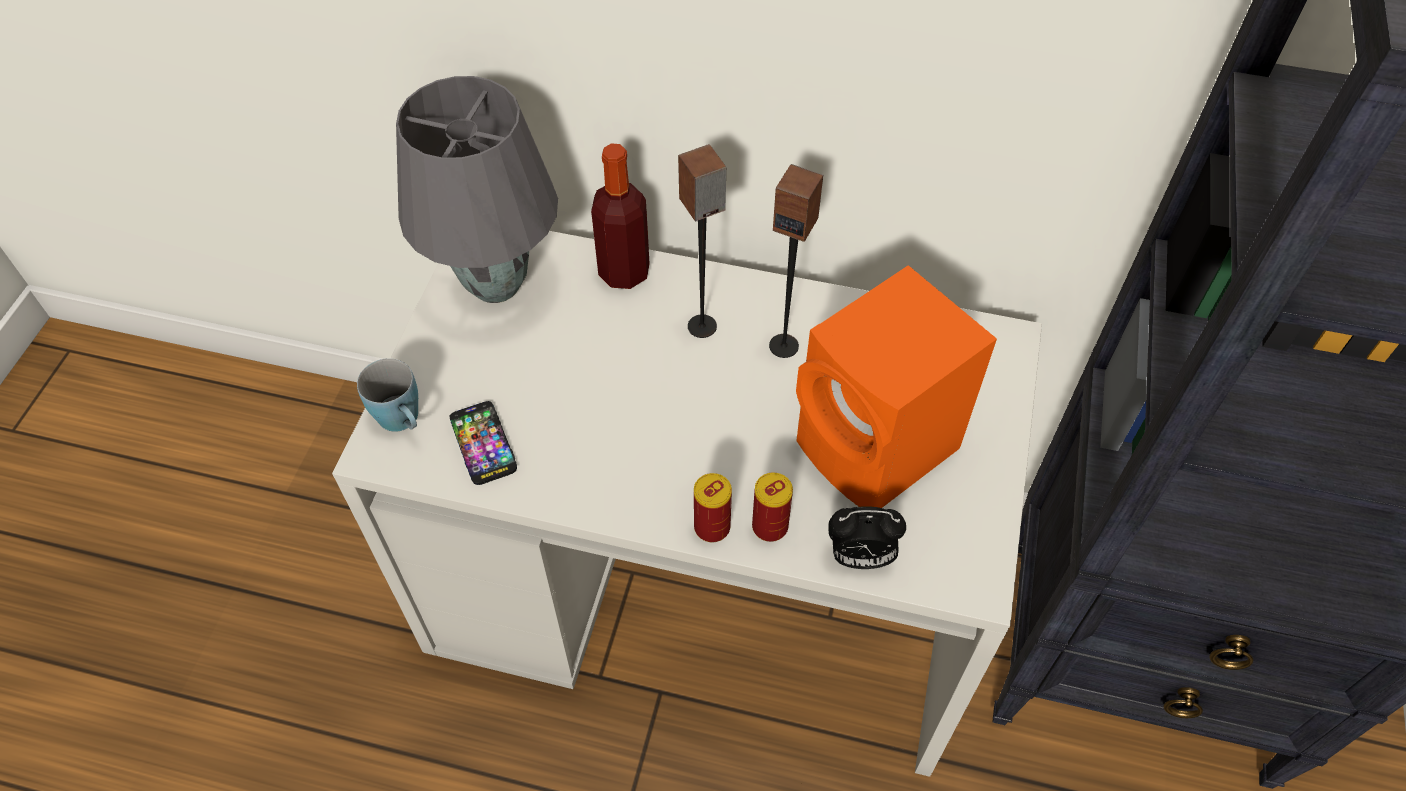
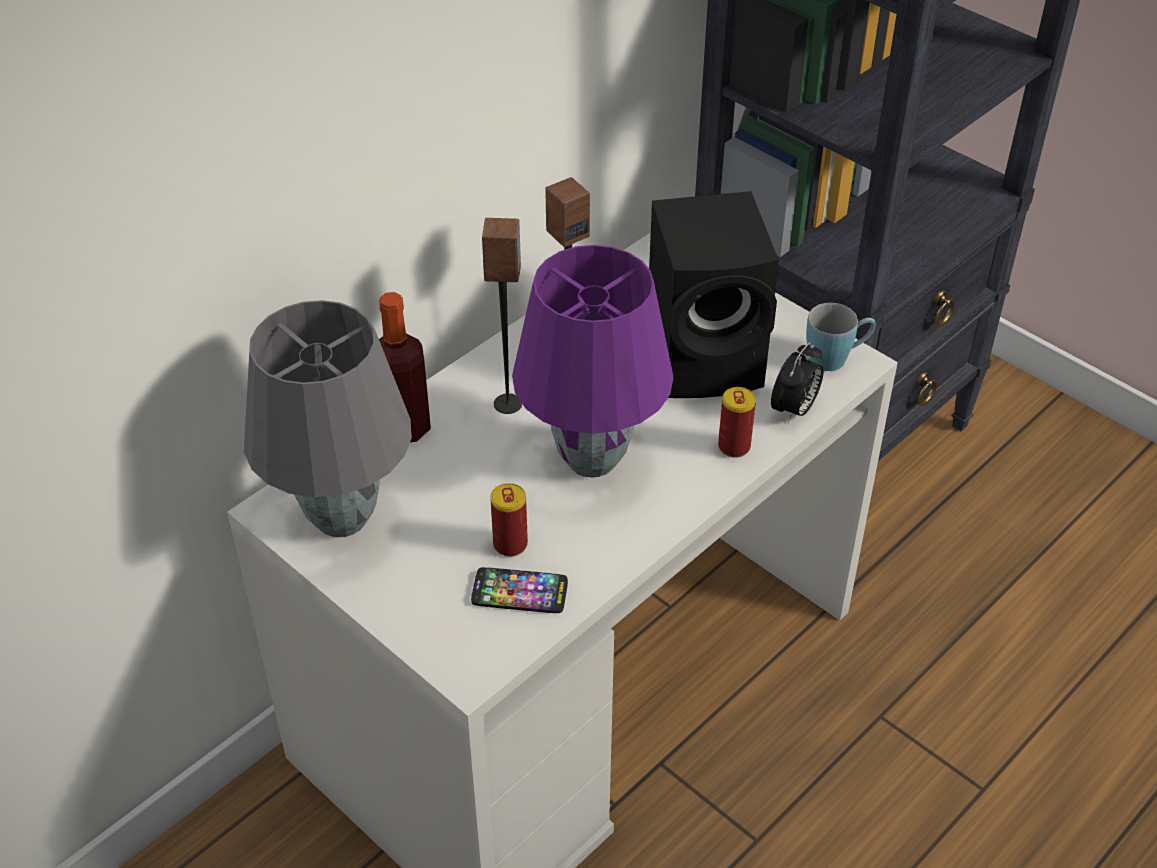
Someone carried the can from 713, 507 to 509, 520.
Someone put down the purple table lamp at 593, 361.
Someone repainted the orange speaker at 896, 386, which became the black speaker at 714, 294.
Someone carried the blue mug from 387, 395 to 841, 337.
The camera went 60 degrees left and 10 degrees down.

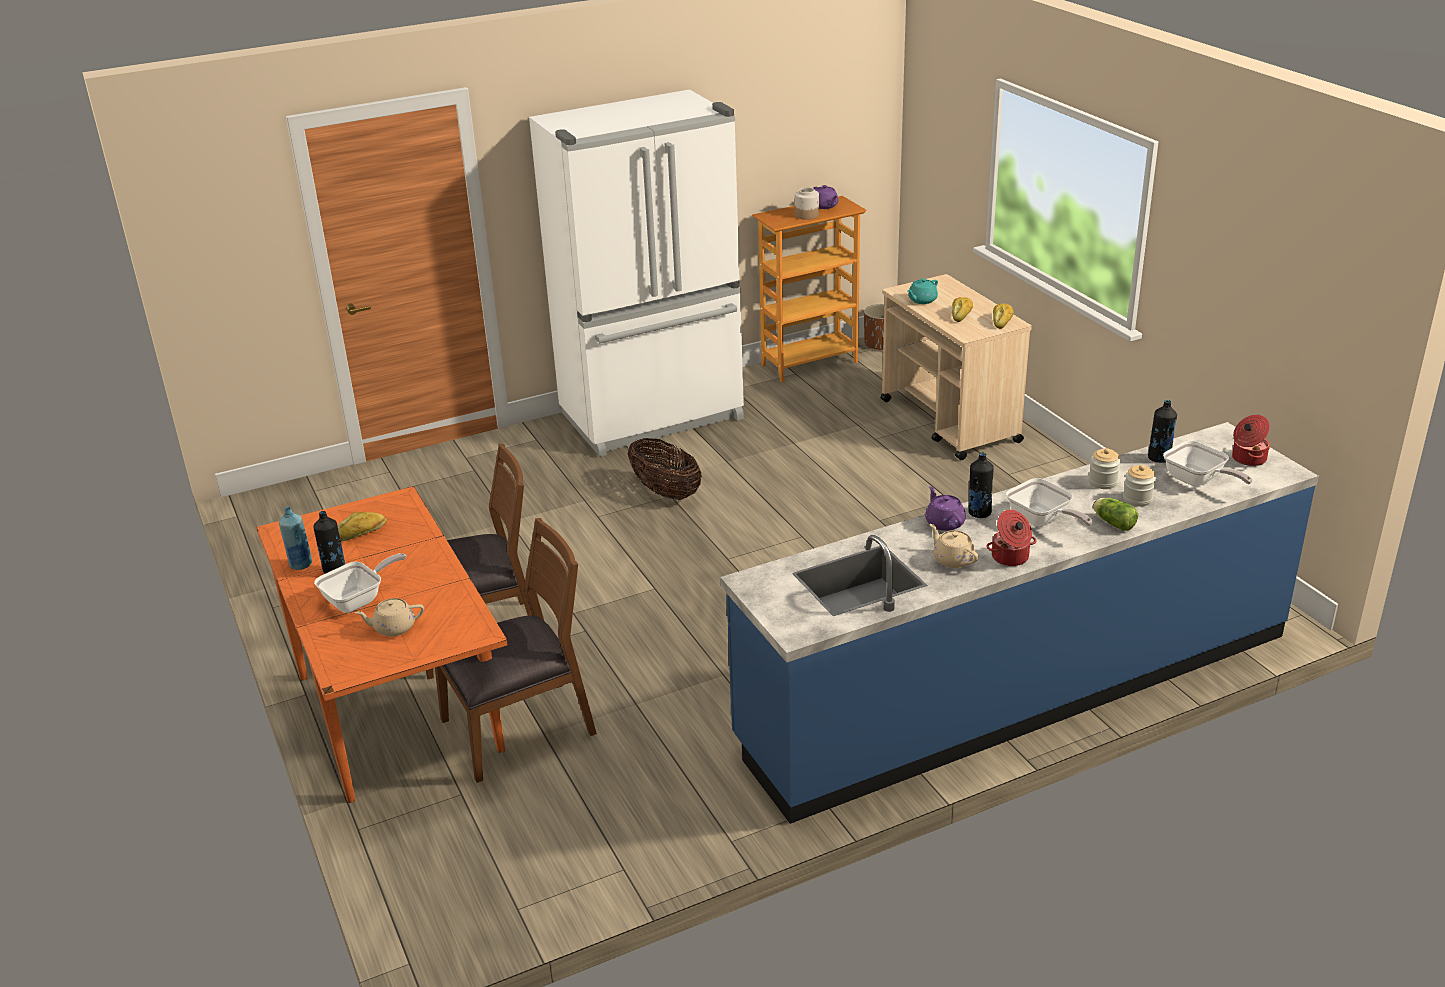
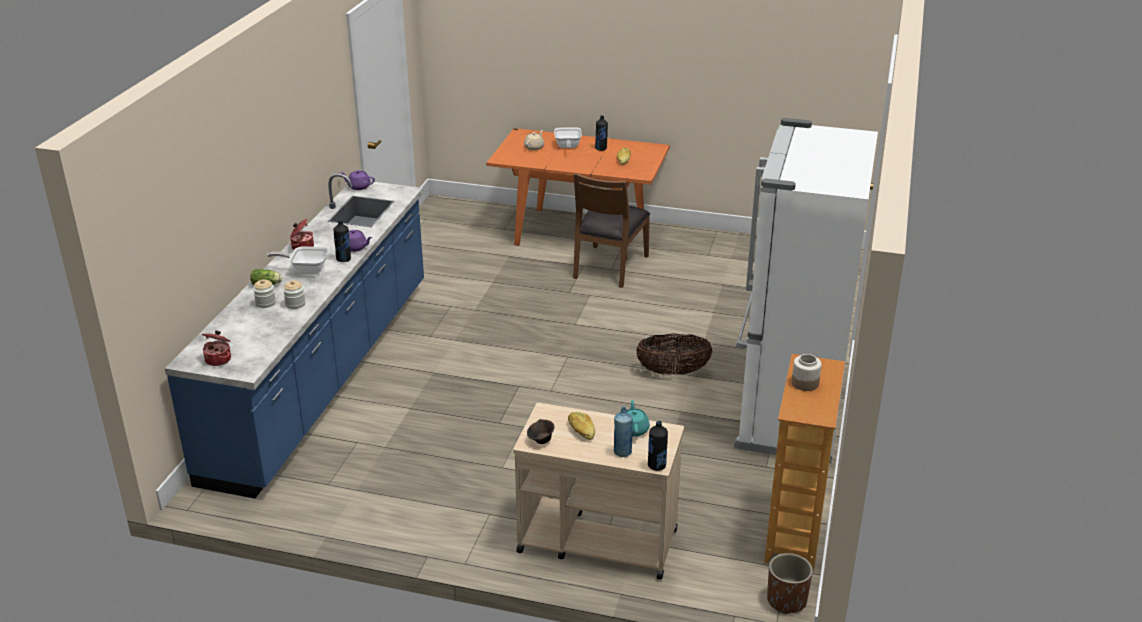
Someone carried the purple teapot from 825, 197 to 357, 180.
Someone swapped the bread at 1003, 316 for the brown bowl at 541, 431.
Someone carried the blue bottle from 295, 538 to 623, 432.
Someone carried the black bottle from 1162, 431 to 658, 446.
Someone took away the brown chair at 516, 650.
Someone took away the beige teapot at 954, 546.
Someone took away the frying pan at 1207, 463.
The camera went 130 degrees right and 0 degrees up.

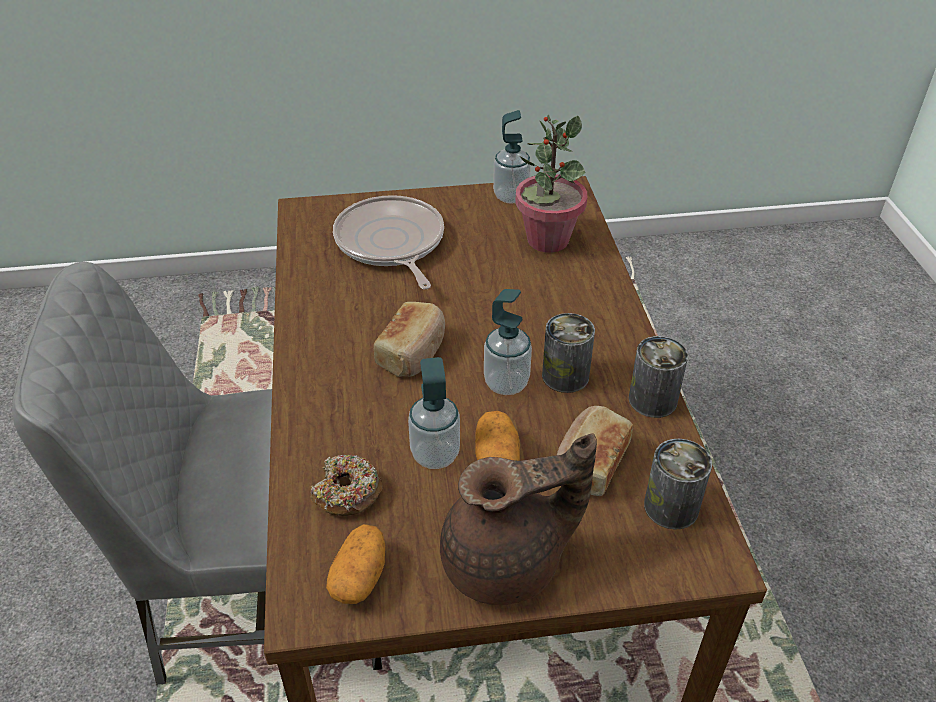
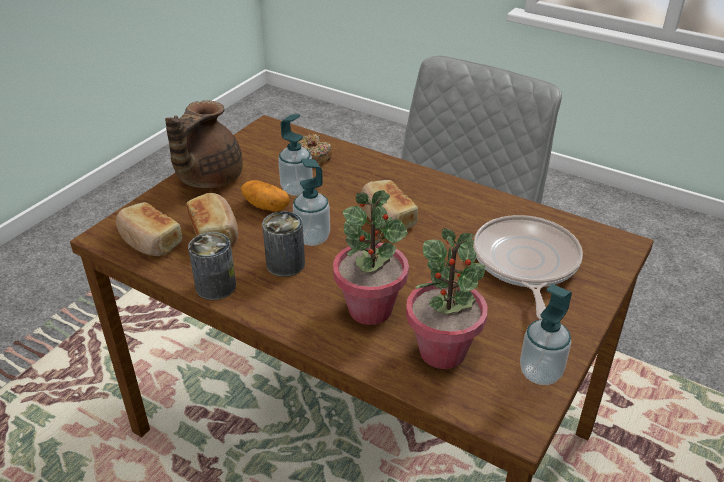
Someone swapped the can at 678, 484 for the bread at 149, 229.
Someone put down the potted plant at 371, 257.
Someone rotated the frying pan at 388, 242 by 105 degrees counterclockwise.
Someone took away the potato at 355, 564.
The camera went 130 degrees right and 5 degrees down.

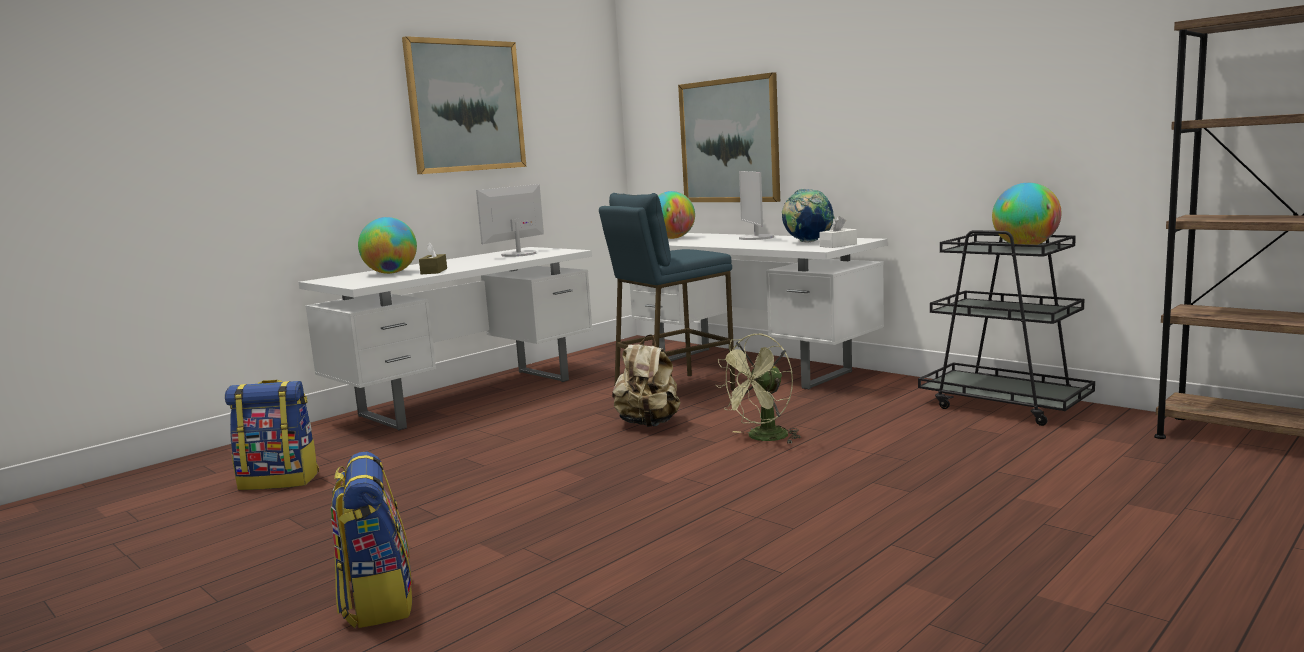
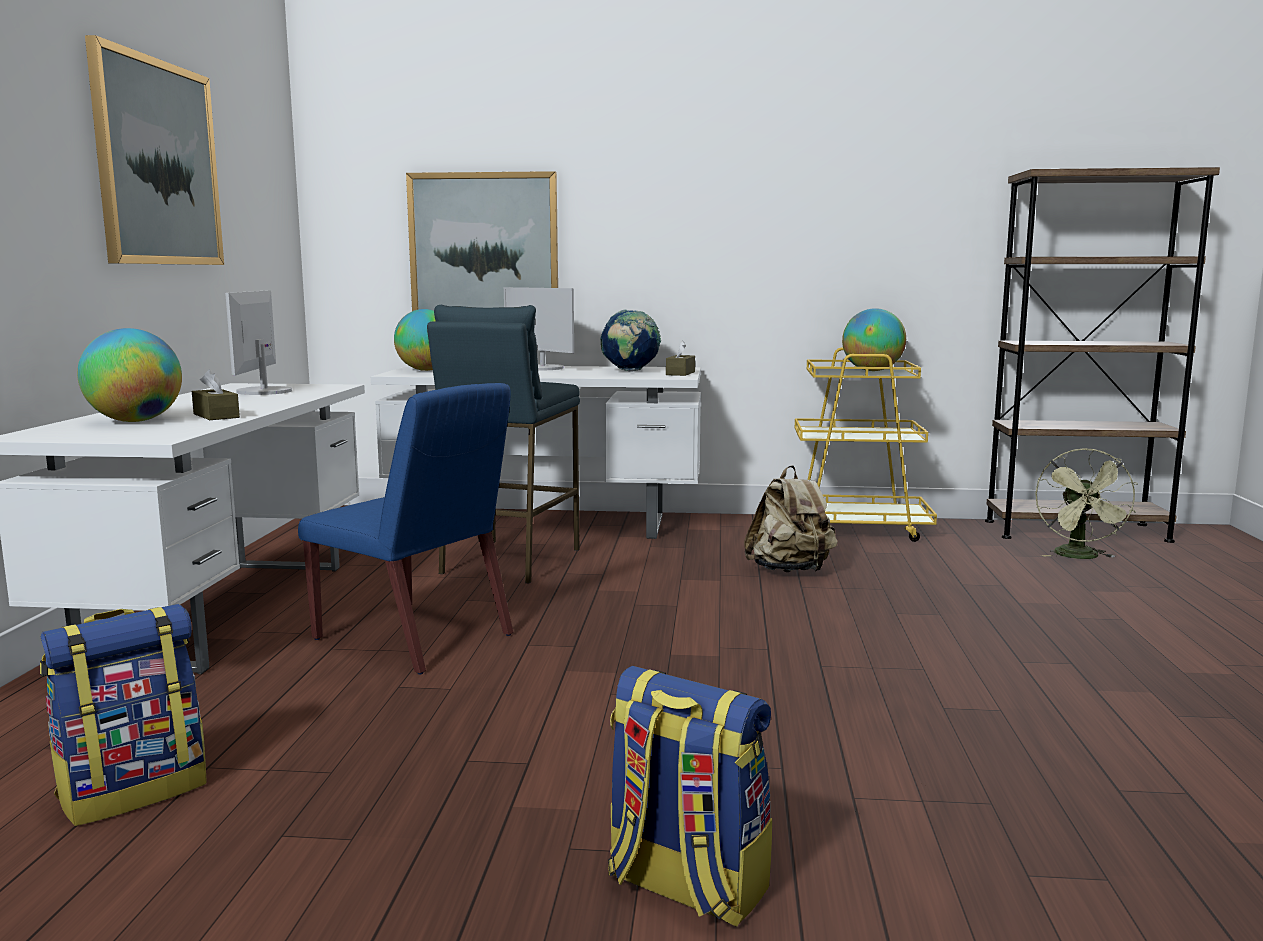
Someone put down the blue chair at 405, 528.
Someone repainted the white tissue box at 838, 232, which became the brown tissue box at 680, 358.
Someone carried the beige backpack from 646, 380 to 791, 518.
Someone repainted the black cart at 1006, 328, which became the yellow cart at 866, 444.
Someone carried the green fan from 758, 388 to 1086, 503.
The camera went 40 degrees left and 0 degrees up.

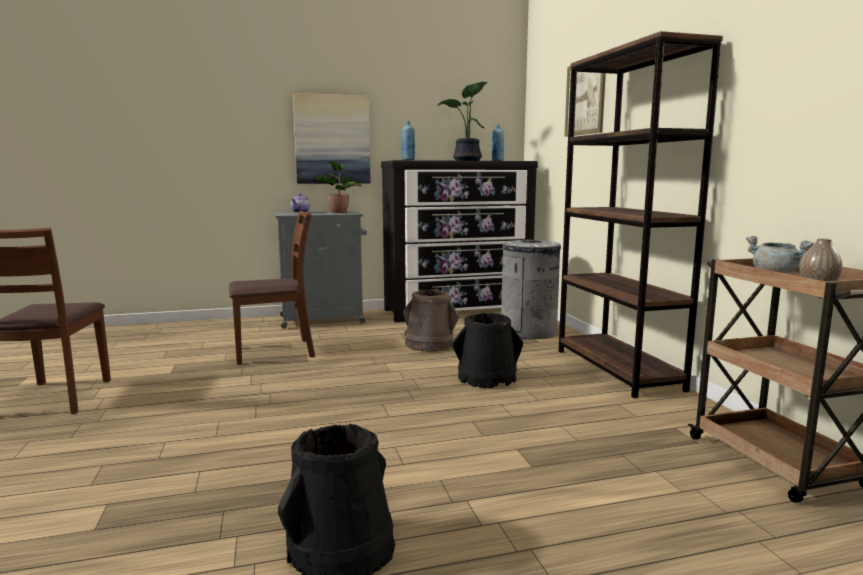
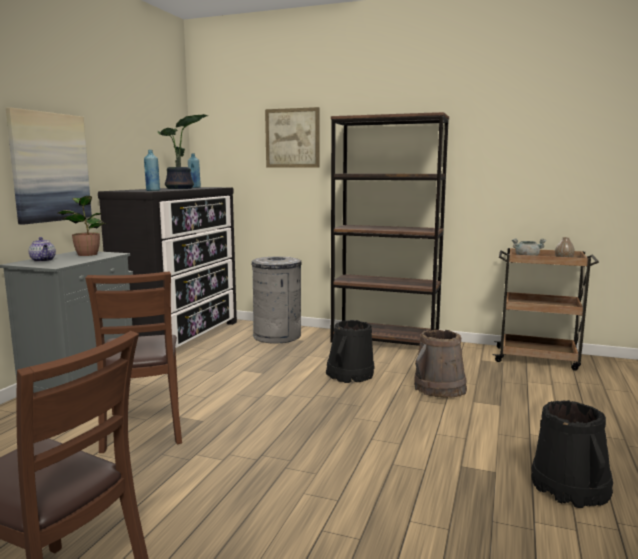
Someone rotated the brown chair at 272, 287 by 150 degrees clockwise.
Someone carried the brown bucket from 431, 320 to 440, 364.
The camera went 55 degrees left and 0 degrees up.

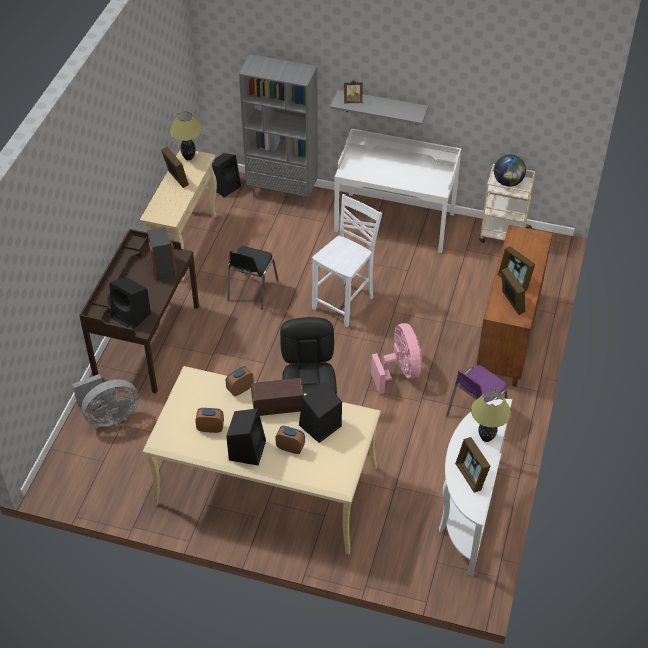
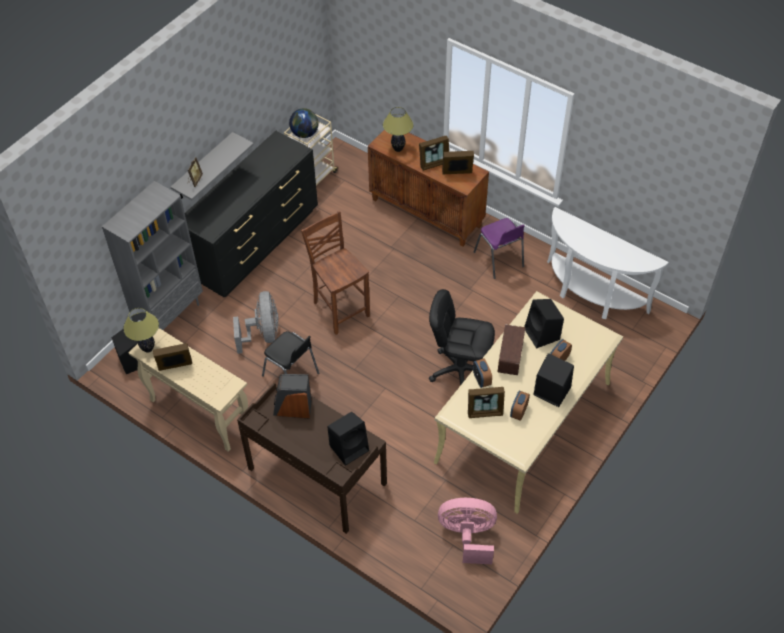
Someone swapped the white desk at 397, 191 for the black dresser at 251, 214.
Someone carried the grey fan from 105, 400 to 256, 322.
Someone repainted the white chair at 347, 261, which became the brown chair at 335, 273.
Someone carried the table lamp from 491, 416 to 398, 129.
Someone carried the pink fan from 396, 358 to 467, 531.
Someone carried the picture frame from 473, 465 to 486, 402.
The camera went 70 degrees left and 5 degrees up.

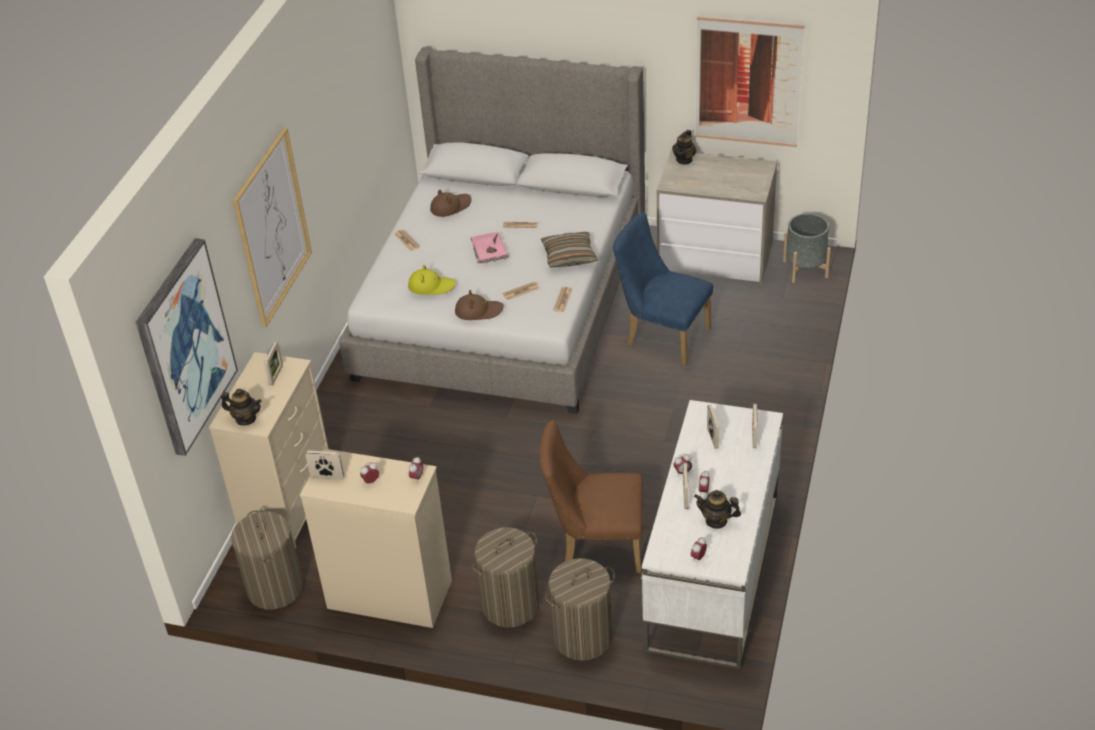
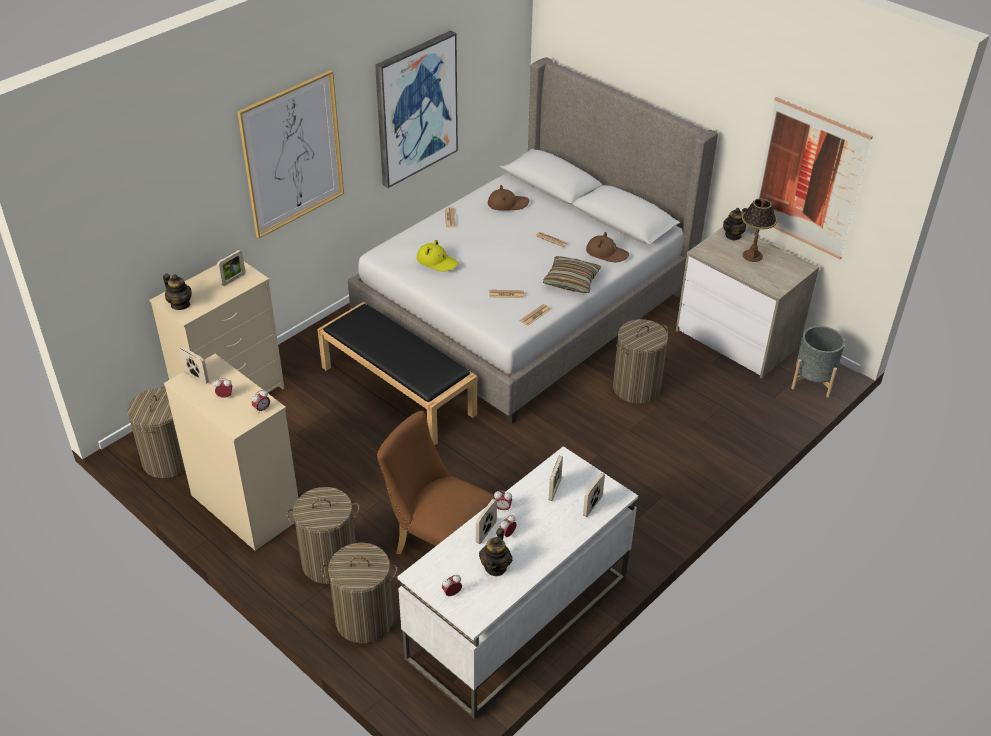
Someone put down the black bench at 397, 374.
Someone carried the picture from 187, 347 to 416, 109.
Someone rotated the teapot at 717, 509 by 120 degrees counterclockwise.
Someone carried the brown hat from 479, 305 to 607, 247.
Someone swapped the blue chair at 663, 288 for the laundry basket at 640, 361.
Someone put down the table lamp at 759, 230.
Someone took away the pink book at 489, 248.
The camera went 25 degrees right and 0 degrees up.

